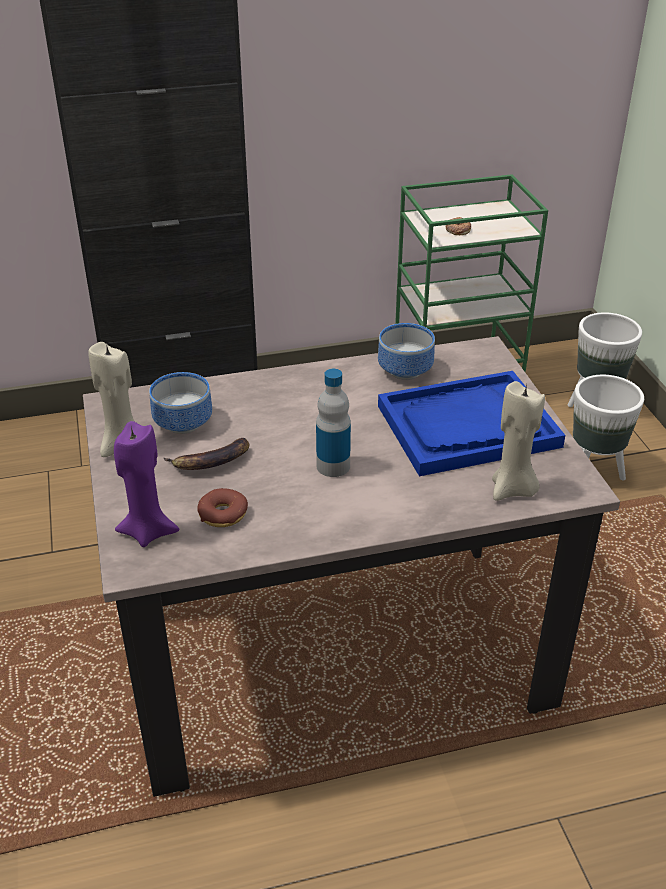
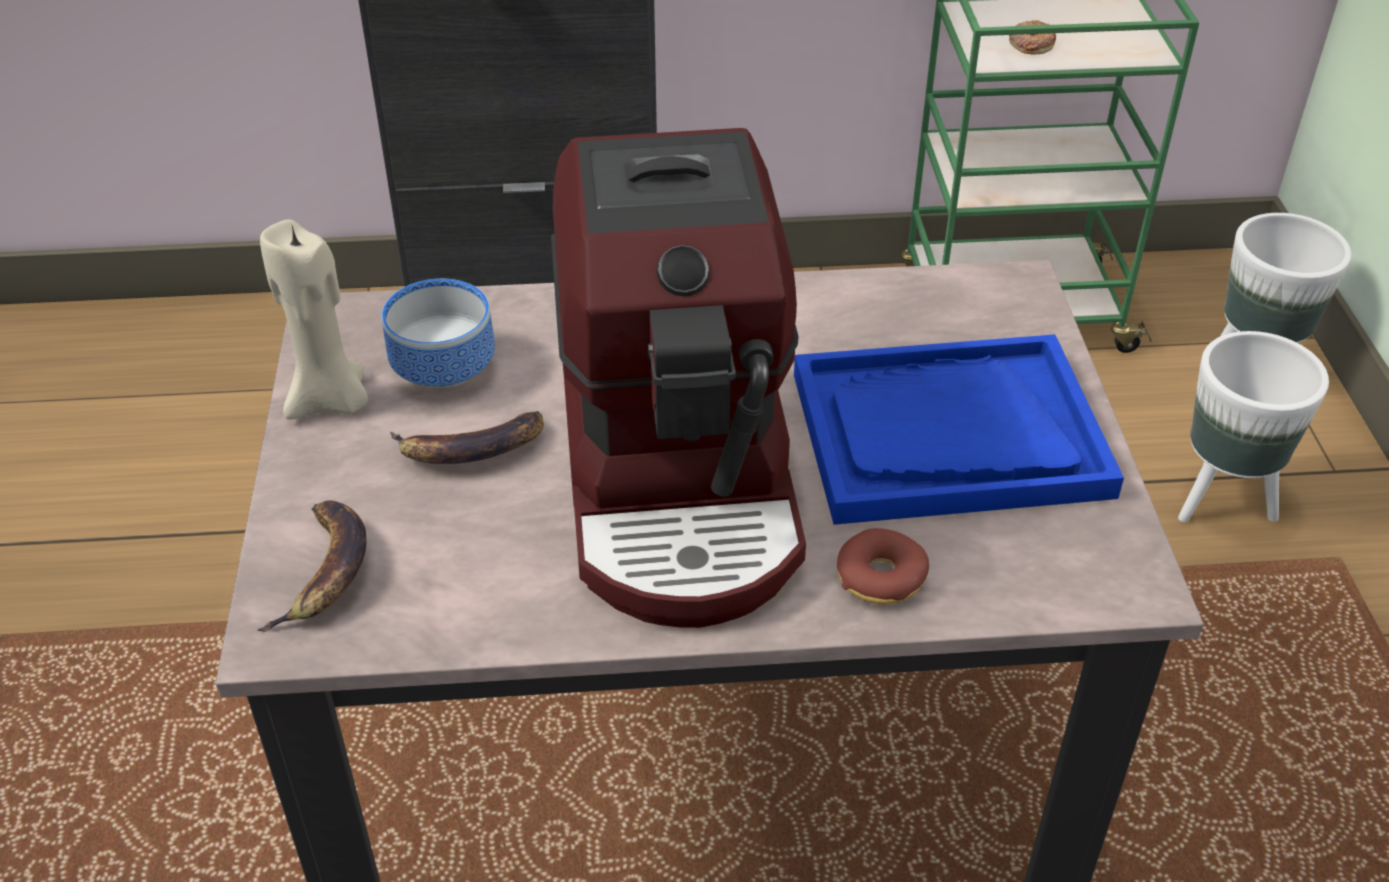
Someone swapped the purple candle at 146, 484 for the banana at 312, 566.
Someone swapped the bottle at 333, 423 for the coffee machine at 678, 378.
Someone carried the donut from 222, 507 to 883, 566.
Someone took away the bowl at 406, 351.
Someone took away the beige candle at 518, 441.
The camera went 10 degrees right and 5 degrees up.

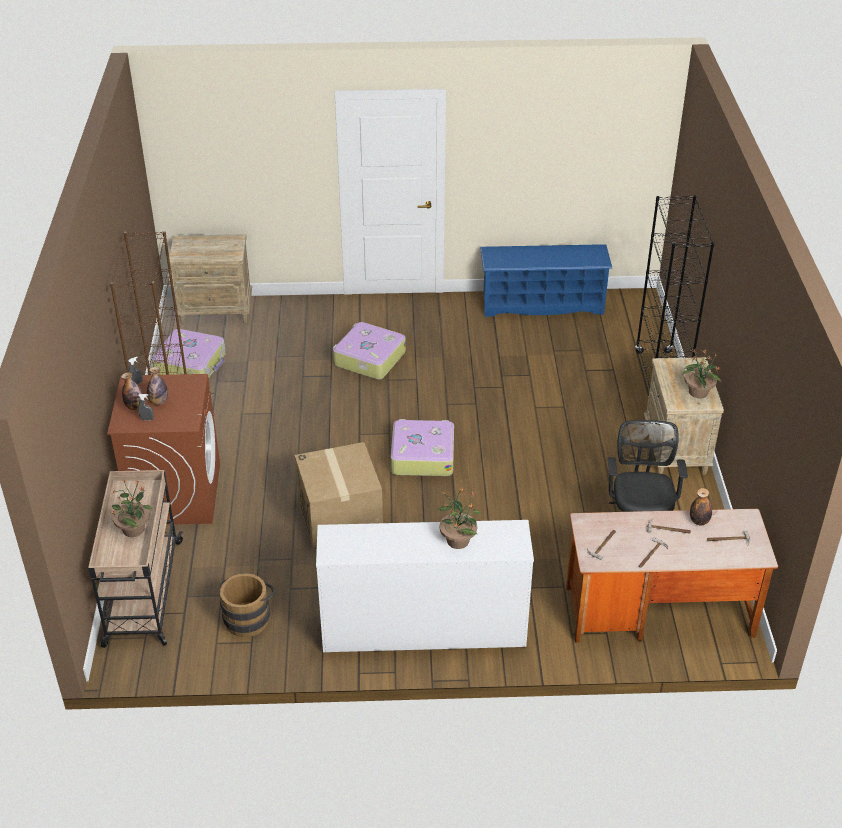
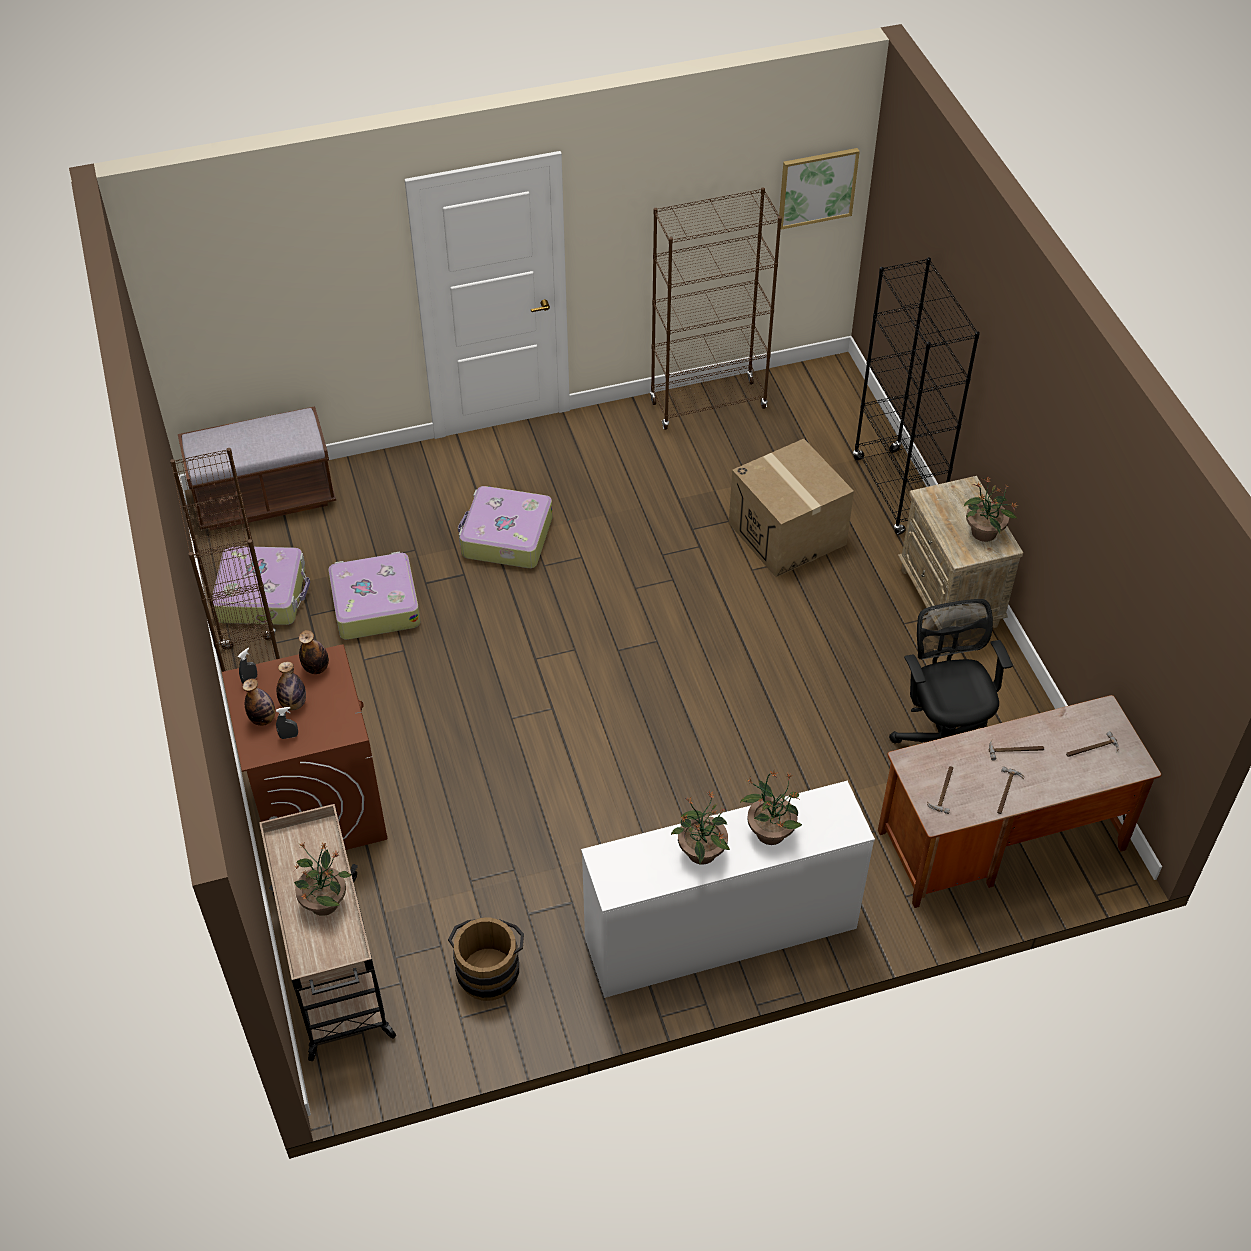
Someone swapped the beige nightstand at 210, 279 for the brown bench at 257, 468.
Someone carried the bottle from 701, 506 to 314, 652.
Someone carried the suitcase from 422, 447 to 374, 595.
Someone swapped the blue shoe rack at 546, 280 for the brown bookcase at 716, 308.
Someone put down the potted plant at 700, 828.
Someone carried the cardboard box from 339, 496 to 791, 508.
Someone put up the picture at 819, 188.
The camera went 15 degrees left and 10 degrees up.

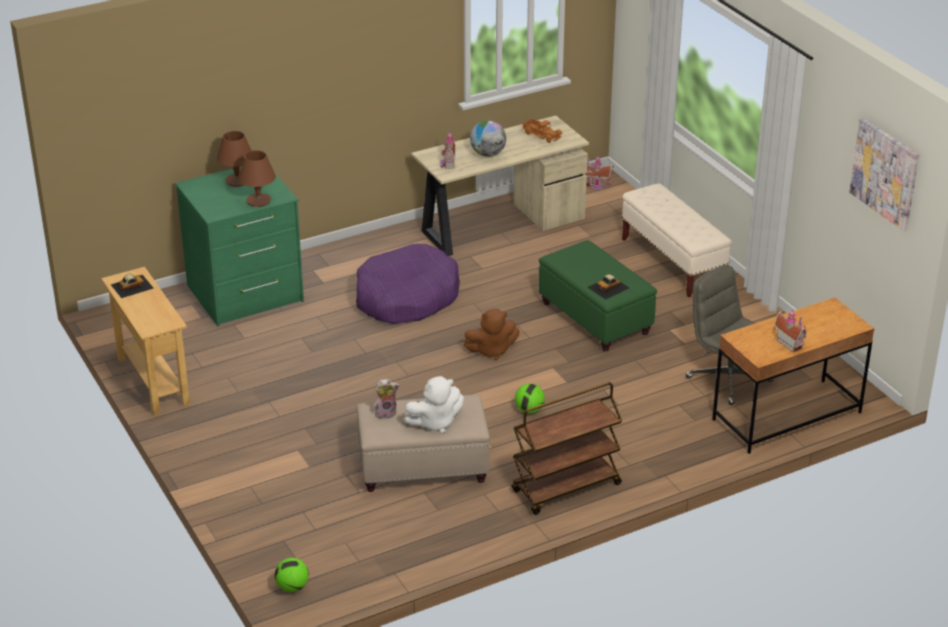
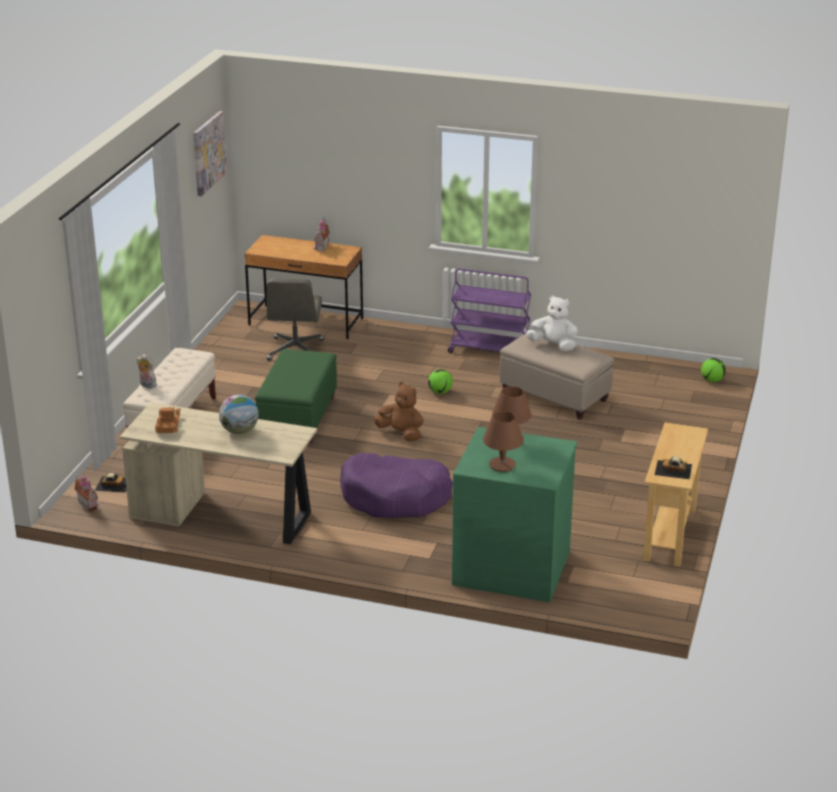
Someone carried the toy car from 608, 287 to 111, 483.
Someone carried the plush toy from 387, 399 to 146, 371.
Someone repainted the brown cart at 566, 448, which became the purple cart at 489, 310.
Someone took away the toy house at 447, 148.
The camera went 135 degrees left and 5 degrees down.

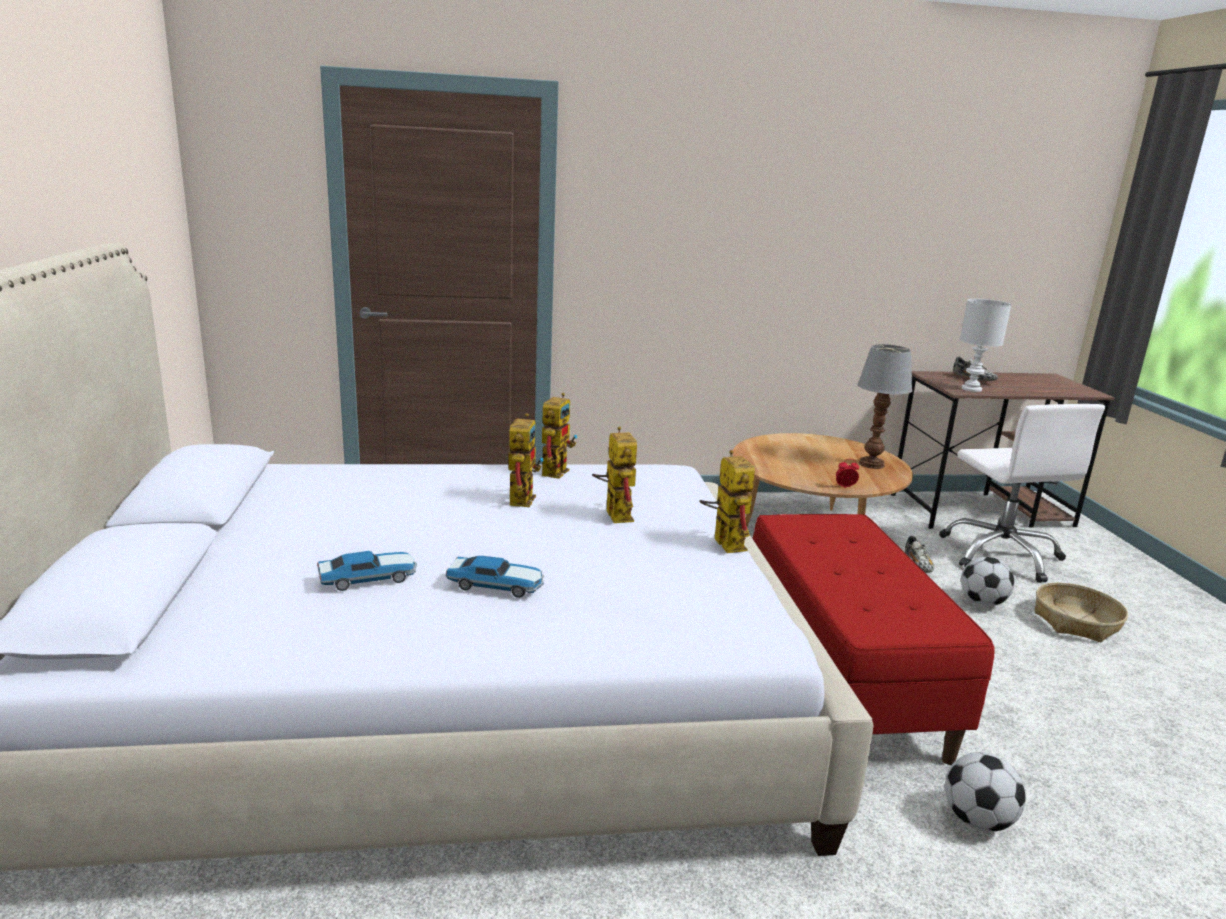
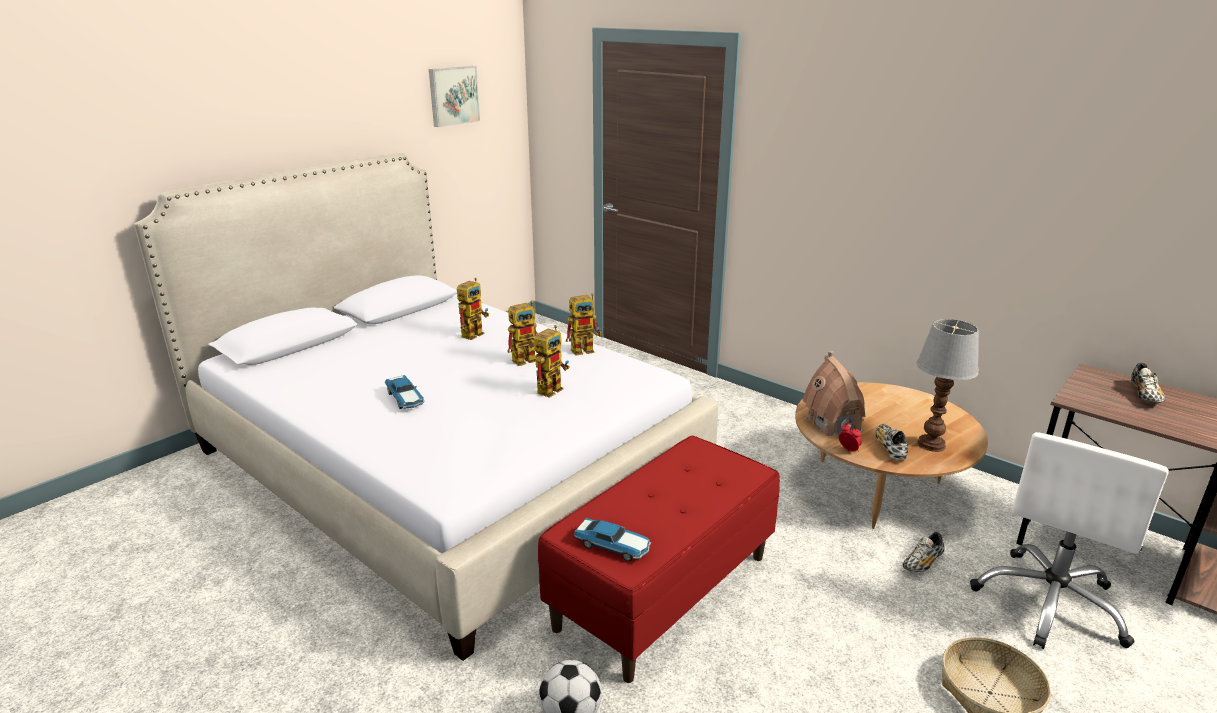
Someone put up the picture at 454, 96.
Someone carried the toy robot from 727, 501 to 473, 309.
Someone carried the toy car from 367, 571 to 612, 540.
Someone put down the toy house at 834, 394.
Someone put down the shoe at 891, 442.
Someone took away the white table lamp at 986, 345.
Someone took away the football at 987, 581.
The camera went 50 degrees right and 5 degrees up.

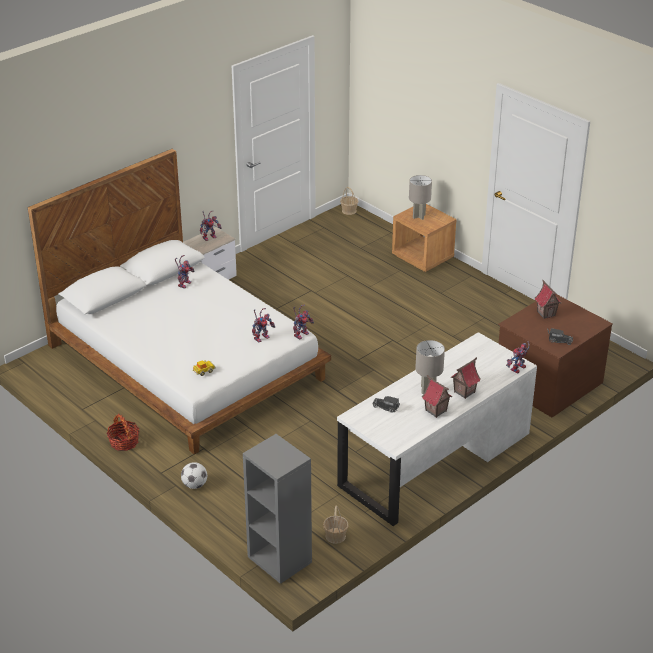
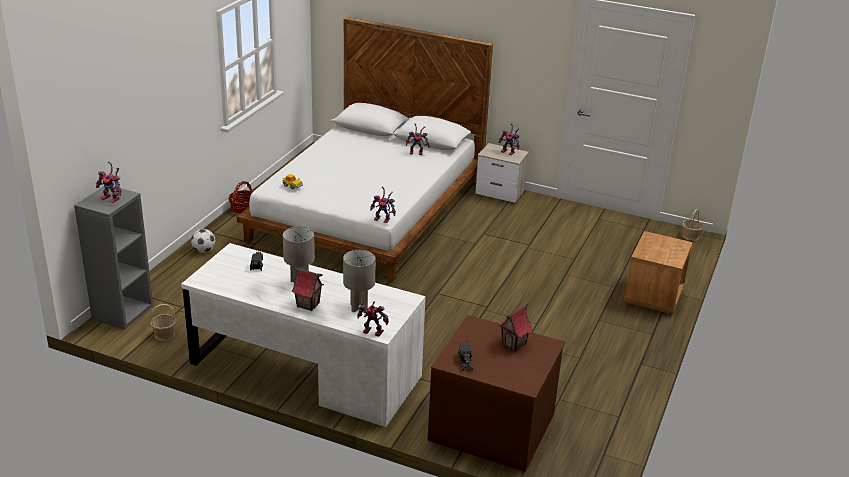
Someone carried the toy robot from 263, 325 to 108, 182.
Someone carried the grey table lamp from 420, 197 to 359, 281.
Someone took away the toy house at 437, 396.
The camera went 65 degrees right and 5 degrees down.

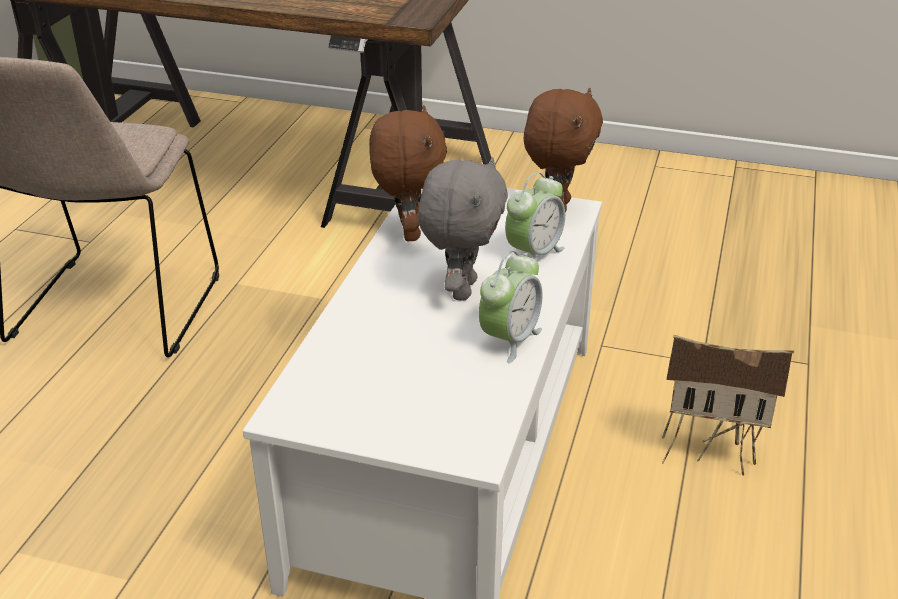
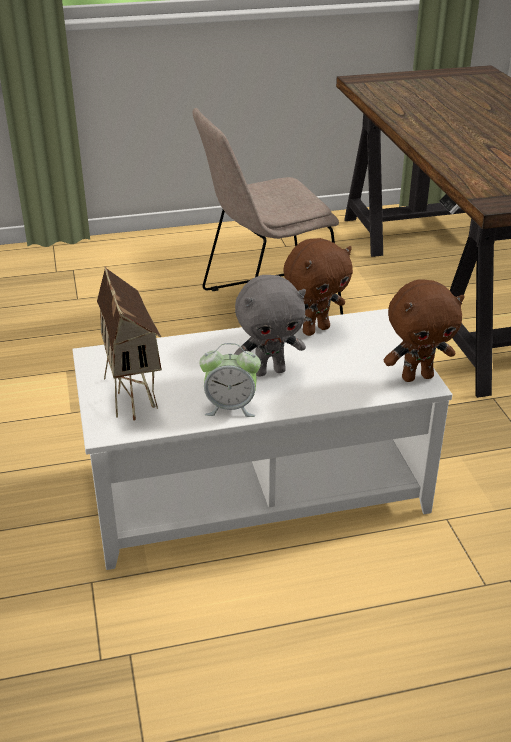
Someone carried the toy house from 728, 405 to 129, 344.
Someone took away the alarm clock at 535, 217.
The camera went 60 degrees right and 0 degrees up.

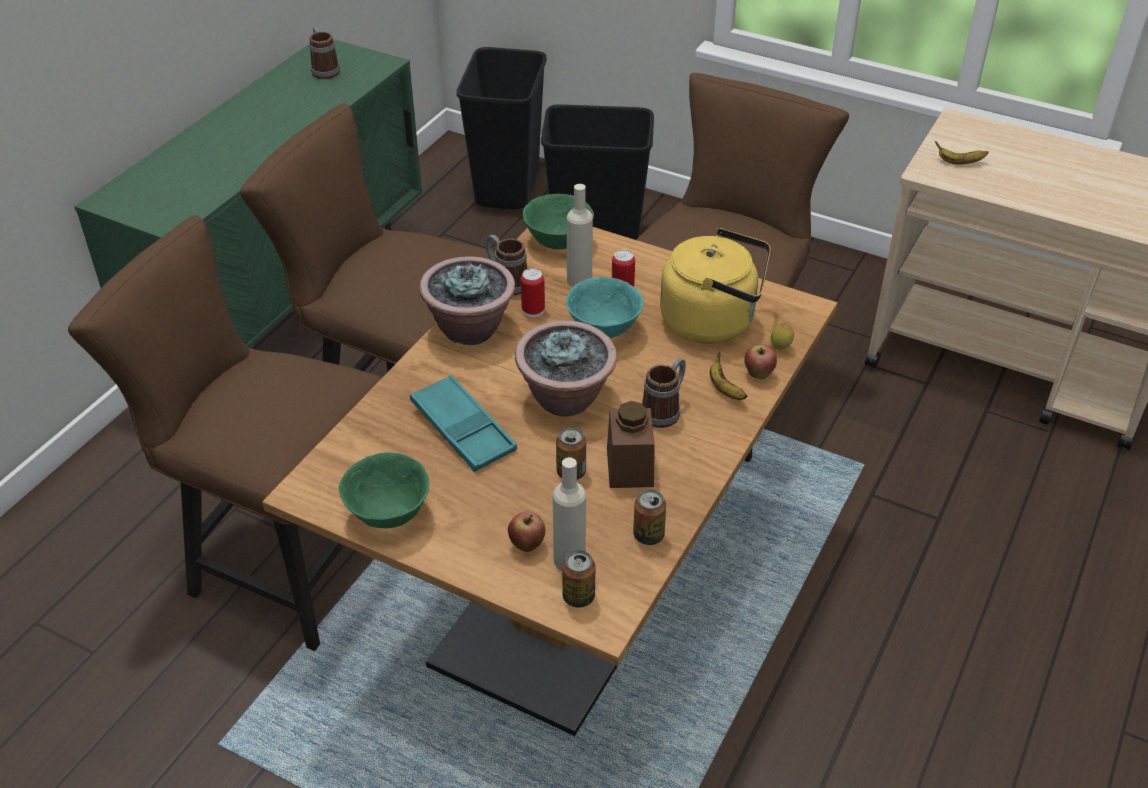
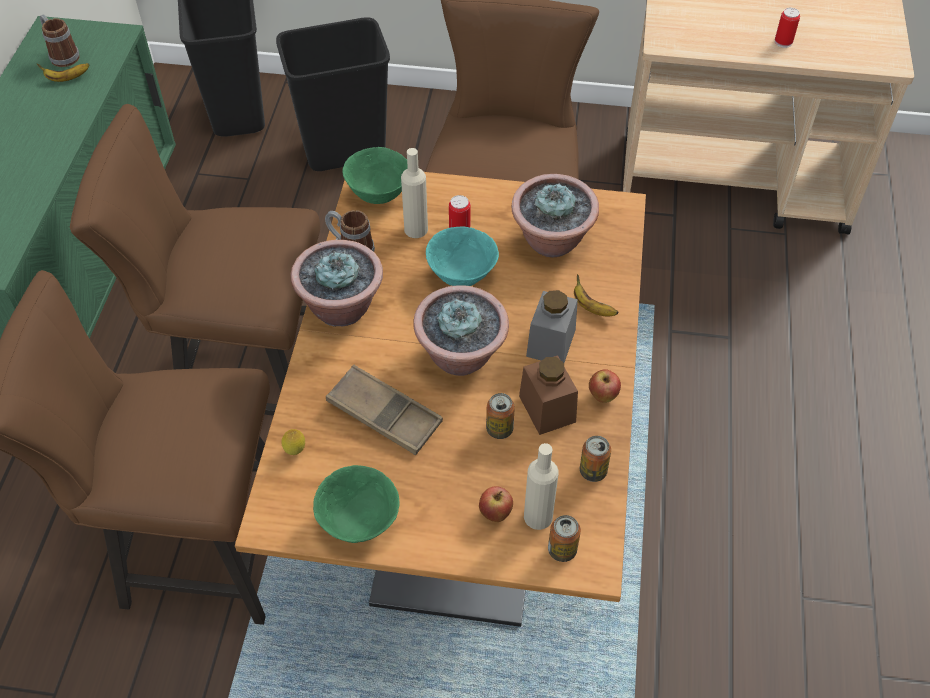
Someone carried the banana from 962, 153 to 63, 72.
Someone carried the lemon from 782, 336 to 293, 442.
Someone repainted the turquoise tray at 463, 423, which became the brown tray at 384, 410.
Someone swapped the yellow kettle at 715, 286 for the potted plant at 555, 215.
Someone swapped the mug at 664, 393 for the grey jar at 552, 326.
Someone carried the apple from 760, 361 to 605, 386.
Someone carried the can from 533, 292 to 787, 28.
The camera went 20 degrees left and 10 degrees up.

